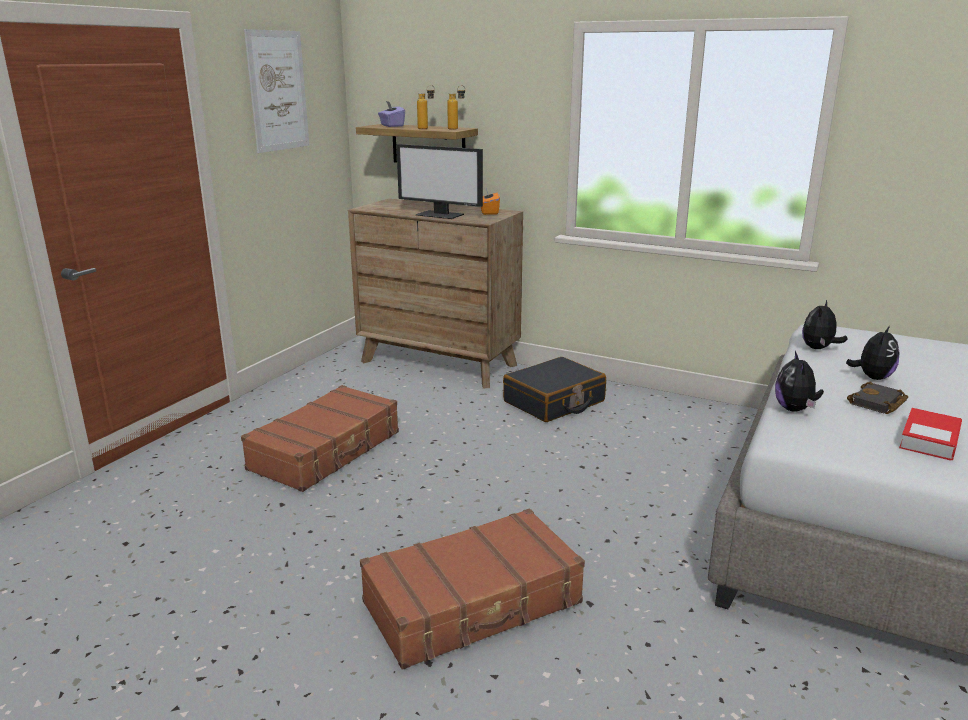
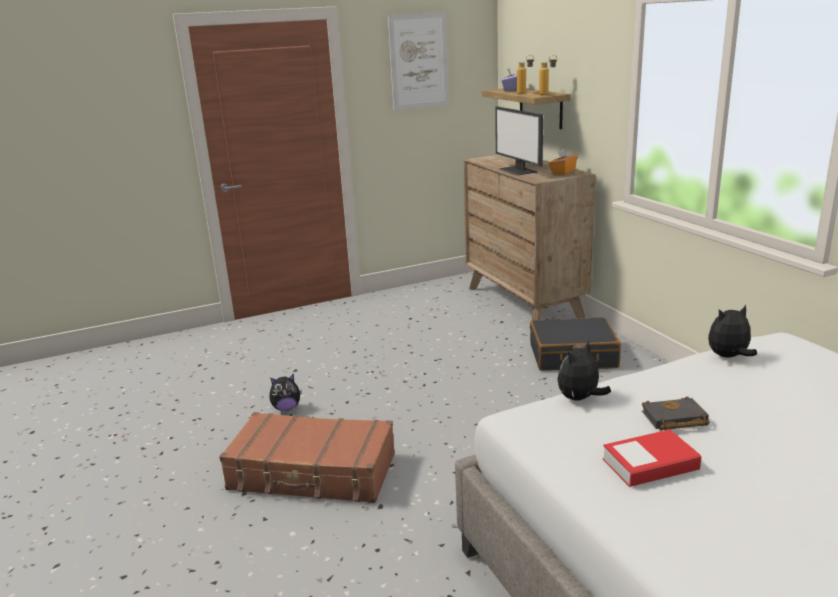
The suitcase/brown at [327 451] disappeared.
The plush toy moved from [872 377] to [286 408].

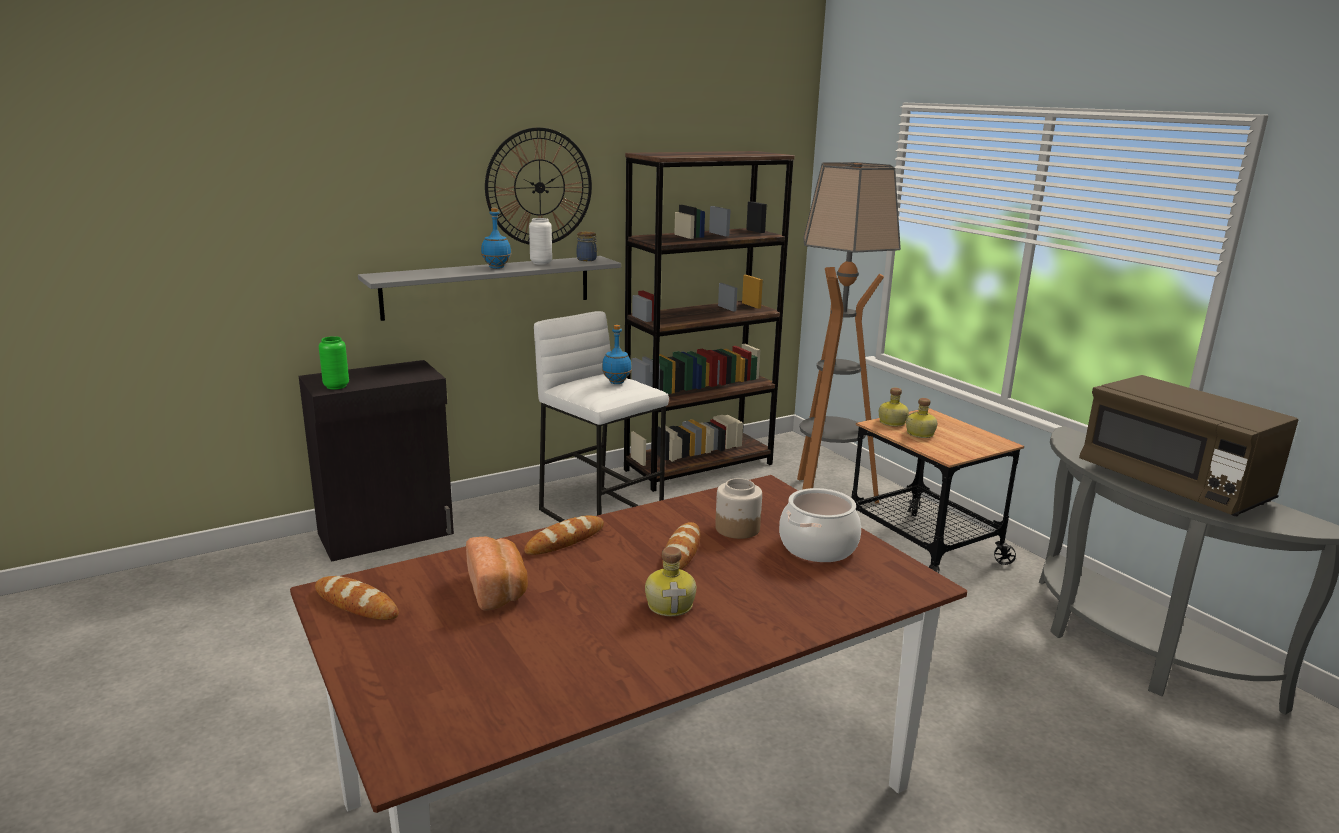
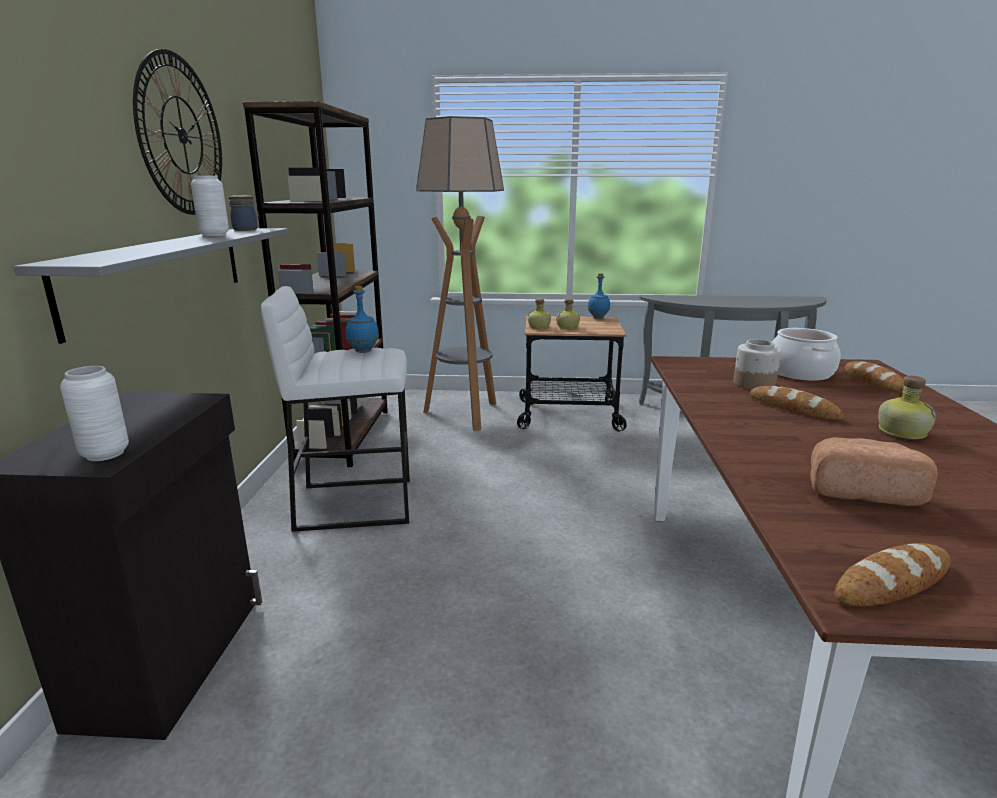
The microwave/brown at [1172 485] disappeared.
The bottle/blue moved from [497 267] to [598 317].
The bread moved from [565 540] to [874 381].
The vase/green at [336 386] became the vase/white at [105 454].

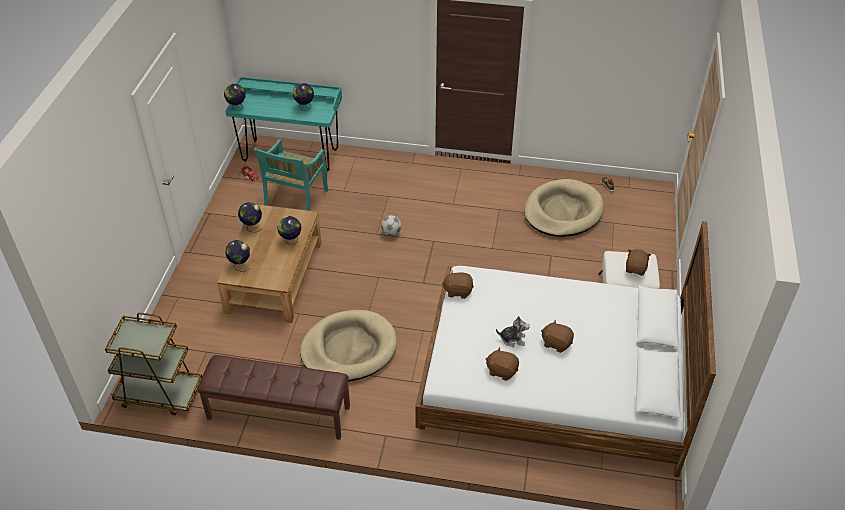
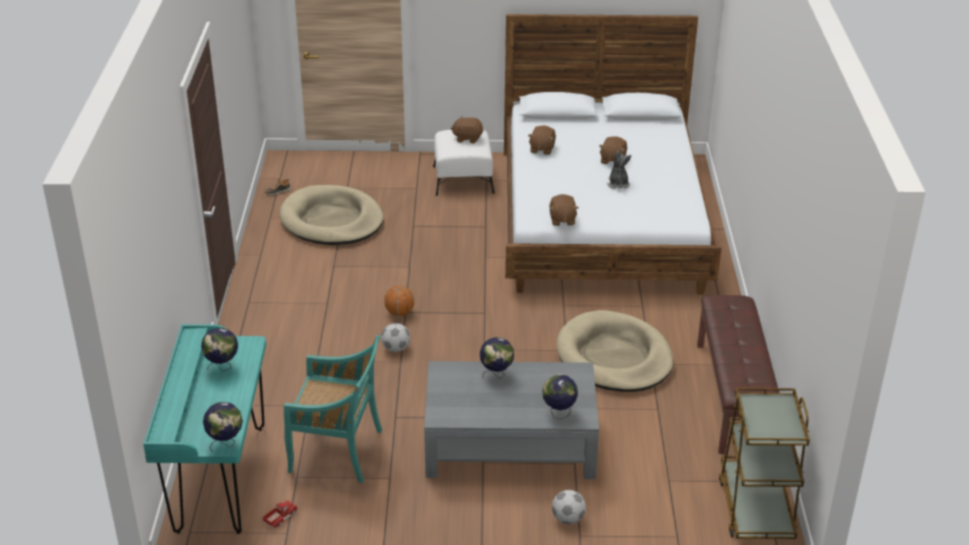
The globe at [252 227] disappeared.
The basketball at [399 313] appeared.
The football at [567 519] appeared.
The plush toy/brown moved from [502 370] to [541 149].
The coffee table/brown at [274 277] became the coffee table/grey at [510 443].

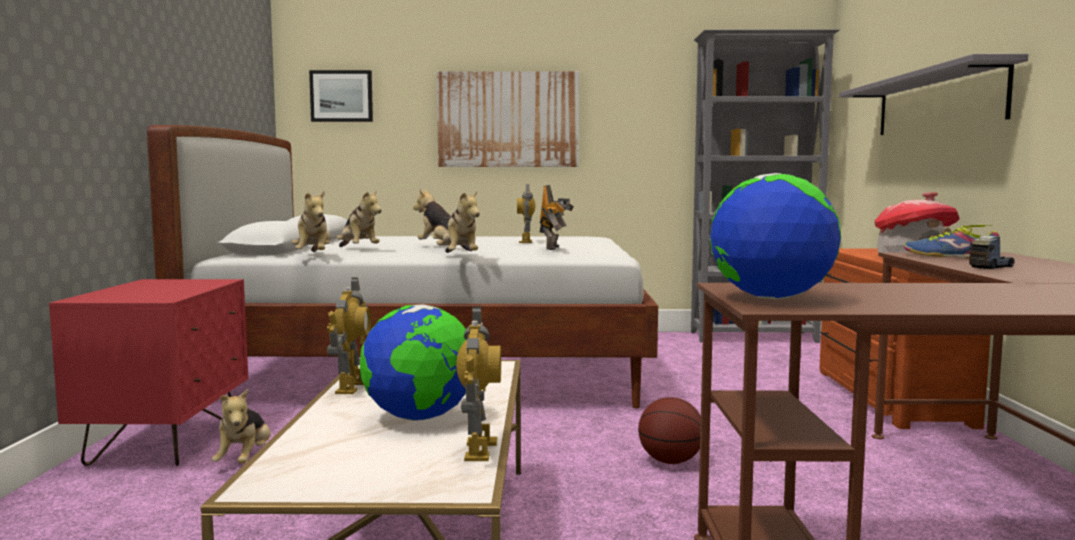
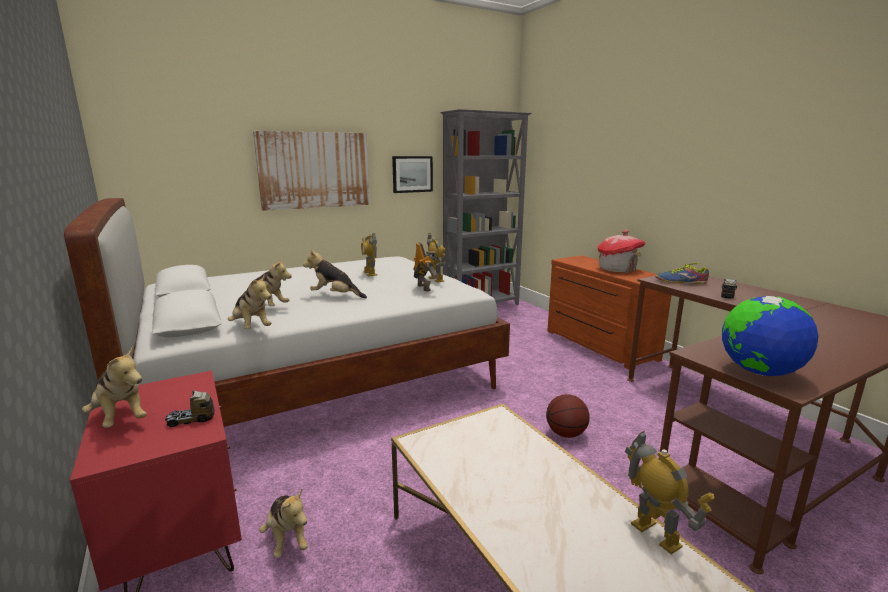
The globe at [419 418] disappeared.
The shelf/grey at [937 102] disappeared.
The toy truck at [191 420] appeared.
The picture moved from [341 96] to [412 174].
The toy robot moved from [351 387] to [436 279].
The plush toy moved from [459 257] to [120 418].

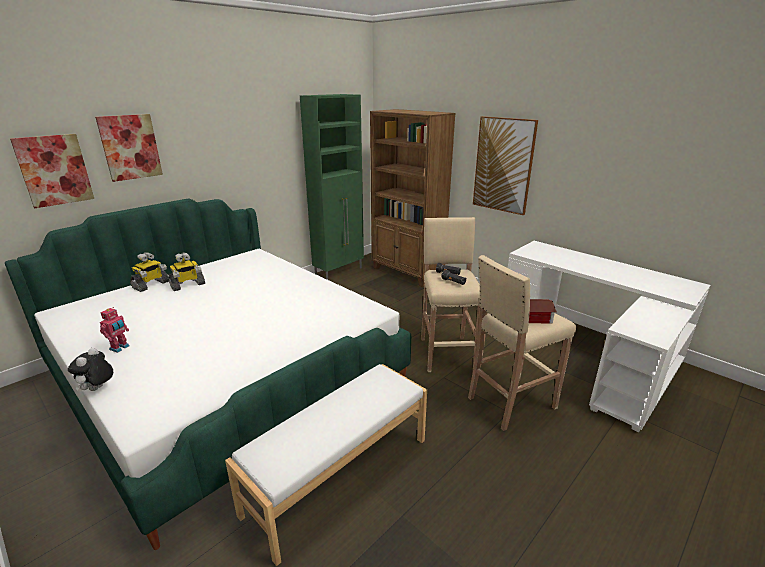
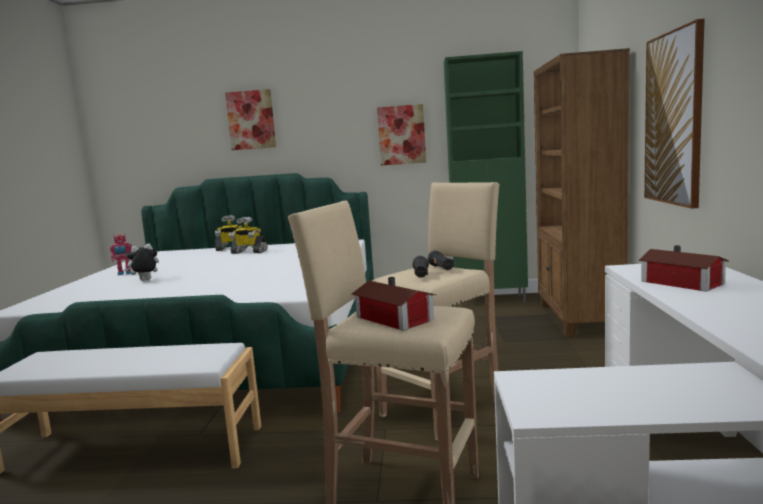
The toy house at [683 283] appeared.
The picture moved from [54 170] to [401 135].
The plush toy moved from [98 389] to [145 280].

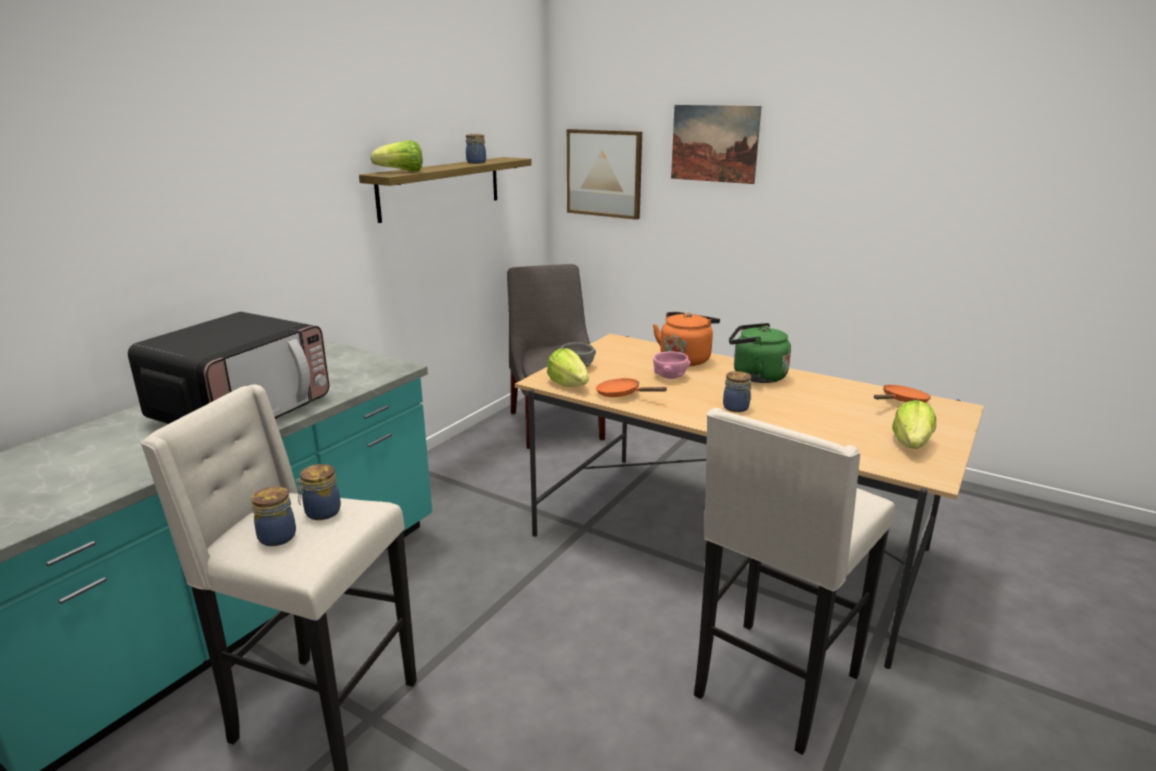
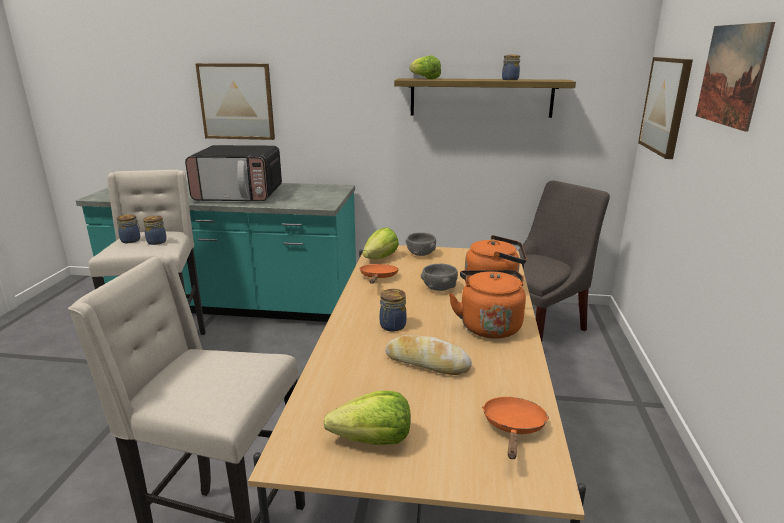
The picture at [237 101] appeared.
The bread at [427 362] appeared.
The bowl/pink at [670 376] became the bowl/grey at [439 288].
The kettle/green at [755 376] became the kettle/orange at [489 325].
The frying pan/orange at [901 401] turned 105 degrees counterclockwise.

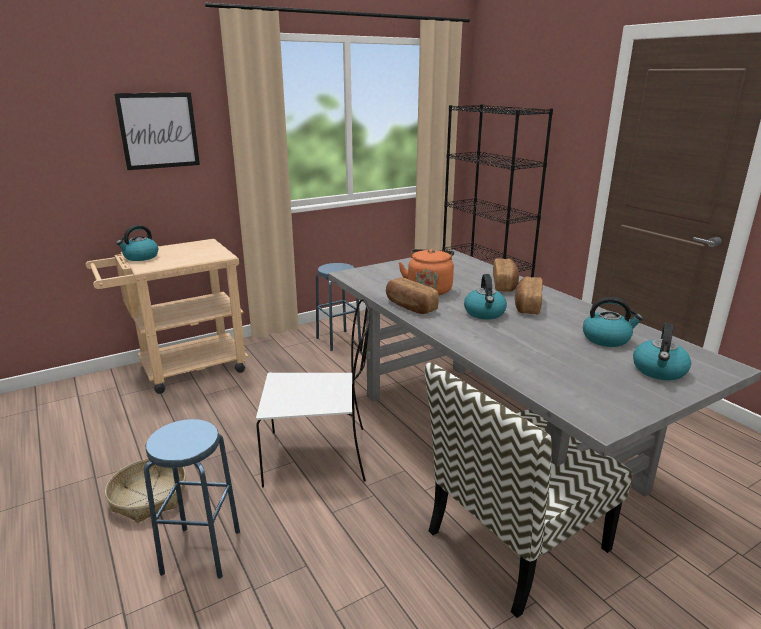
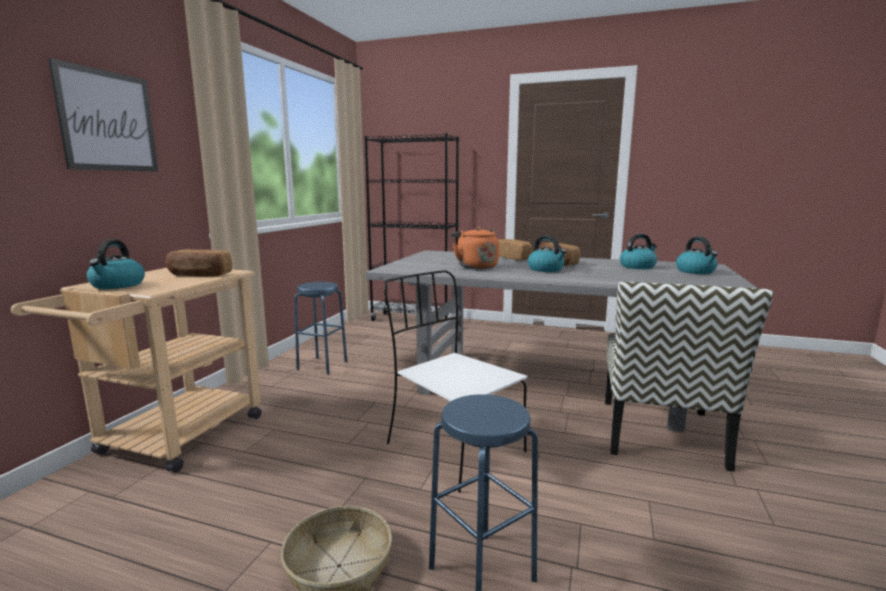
The bread moved from [410 306] to [199 275].
The chair/white at [319 456] turned 90 degrees counterclockwise.

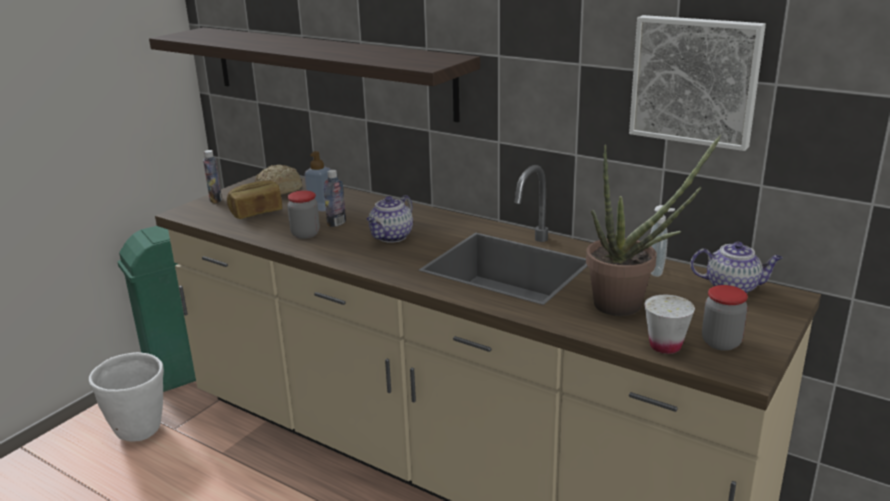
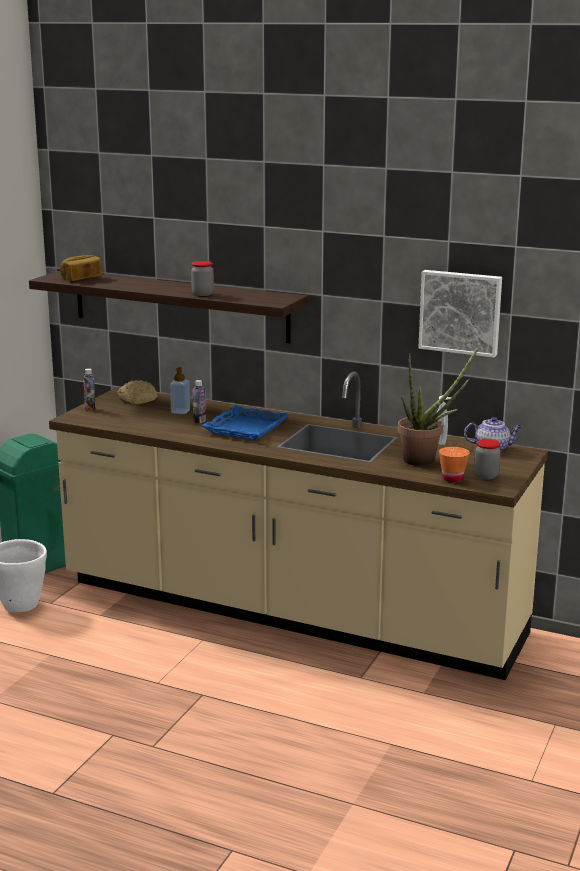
The bread moved from [256 212] to [81 278].
The jar moved from [305 234] to [202 294].
The teapot at [391 237] was replaced by the tray/blue at [246 428].
The cup/white at [665 346] became the cup/orange at [452 479].

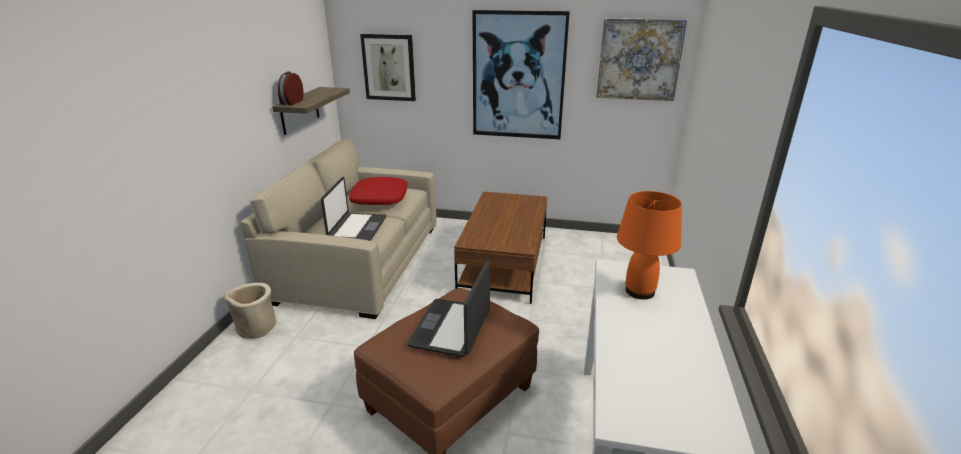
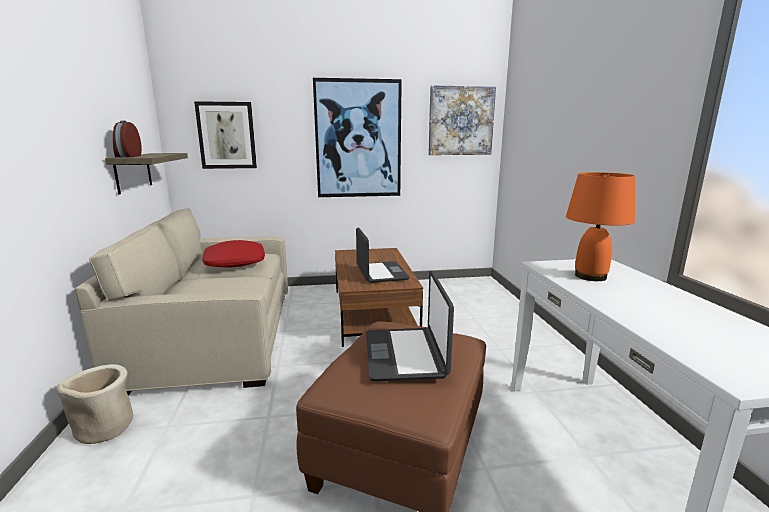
The laptop moved from [357 228] to [381 273].

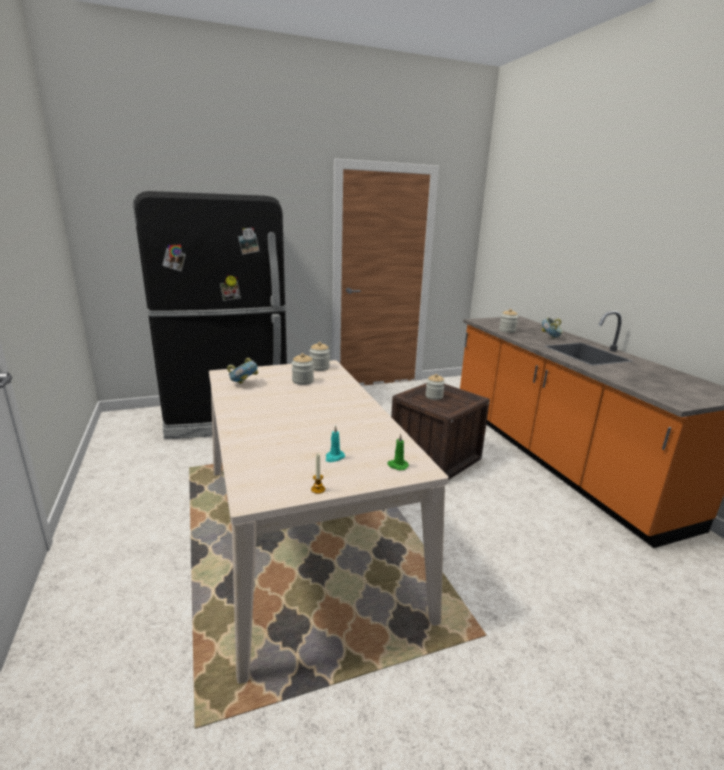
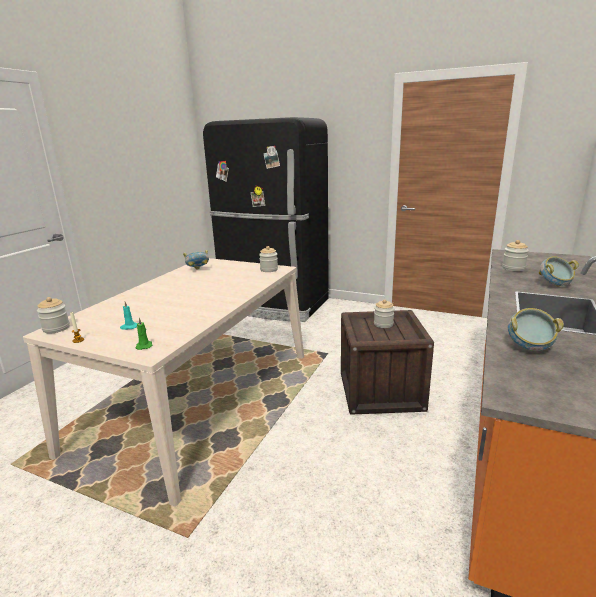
The bowl at [528 348] appeared.
The jar moved from [303 381] to [56 328].

